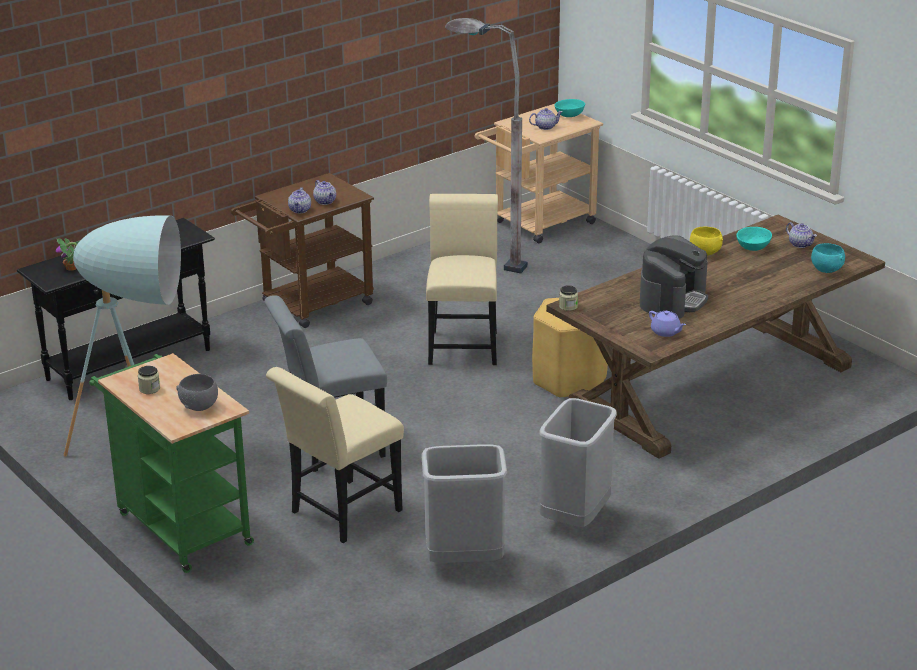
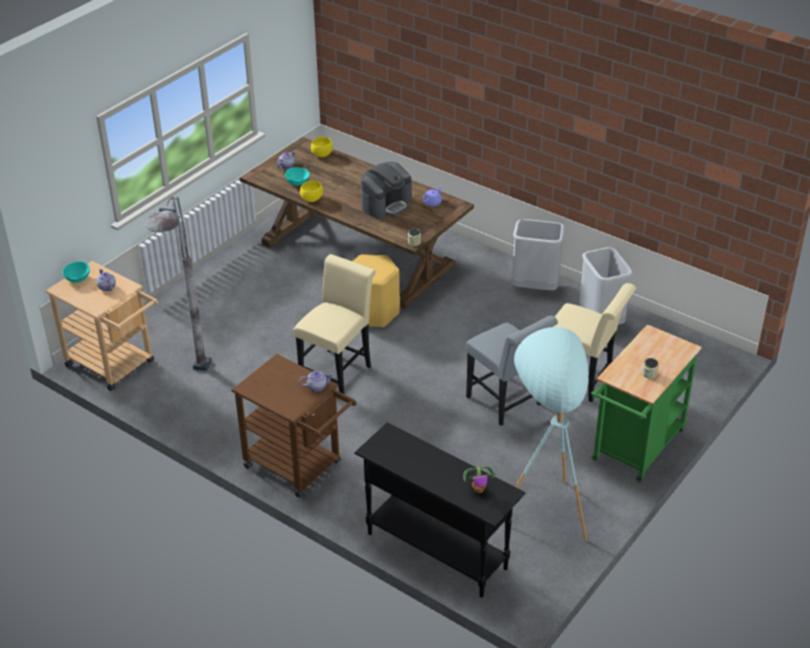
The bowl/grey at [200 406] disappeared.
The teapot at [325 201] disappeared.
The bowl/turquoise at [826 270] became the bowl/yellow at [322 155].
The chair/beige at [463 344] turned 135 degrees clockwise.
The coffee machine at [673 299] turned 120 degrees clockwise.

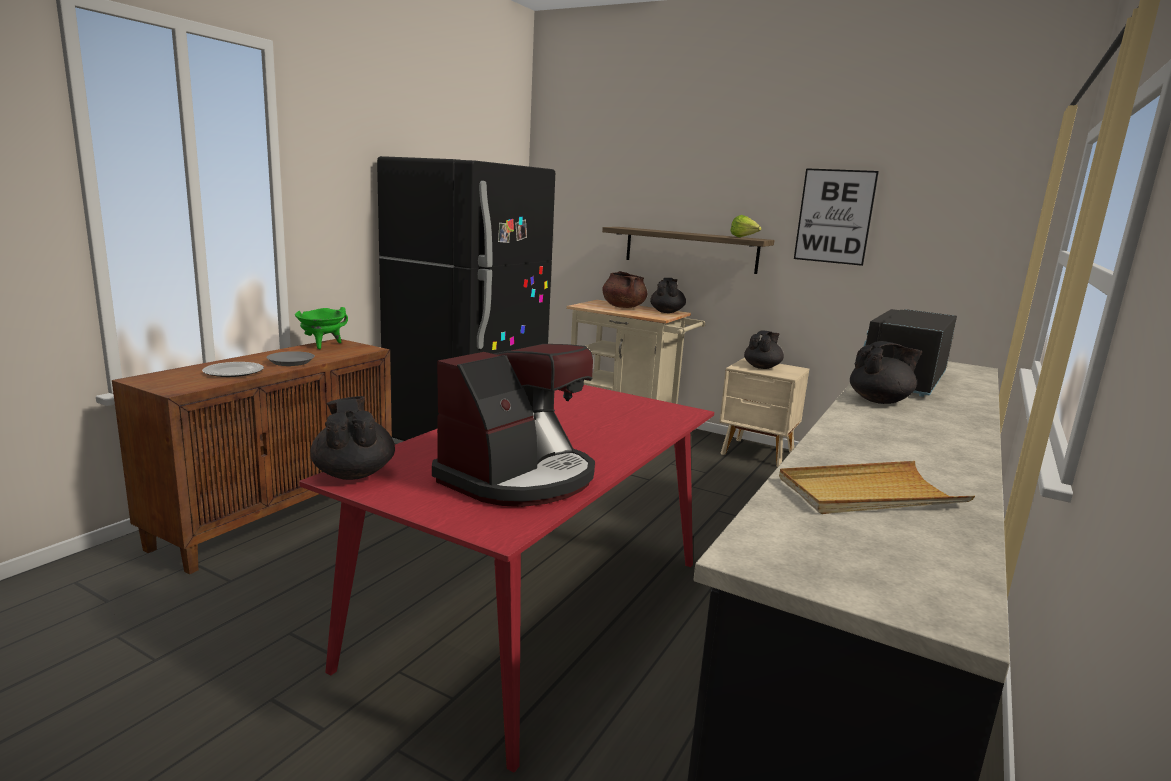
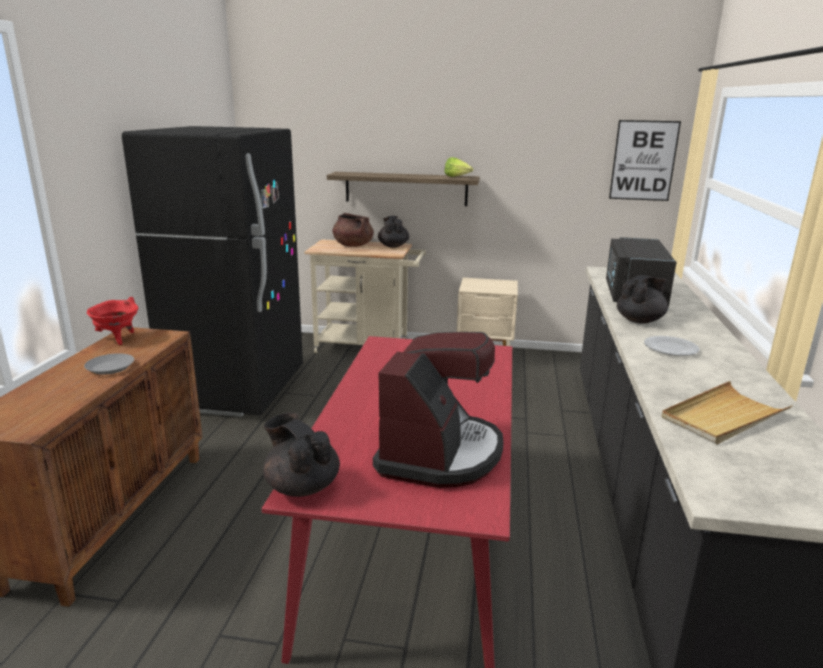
The teapot/black at [762 367] disappeared.
The plate moved from [234 372] to [670 348].
The picture moved from [834 216] to [643 160].
The cooking pot/green at [322 345] became the cooking pot/red at [117 339].

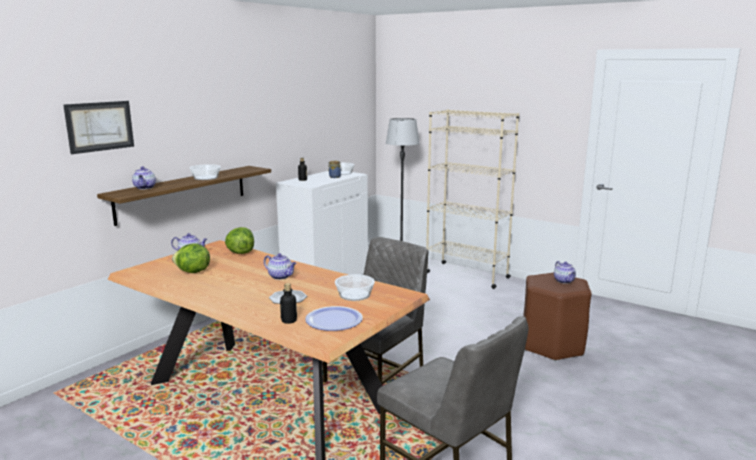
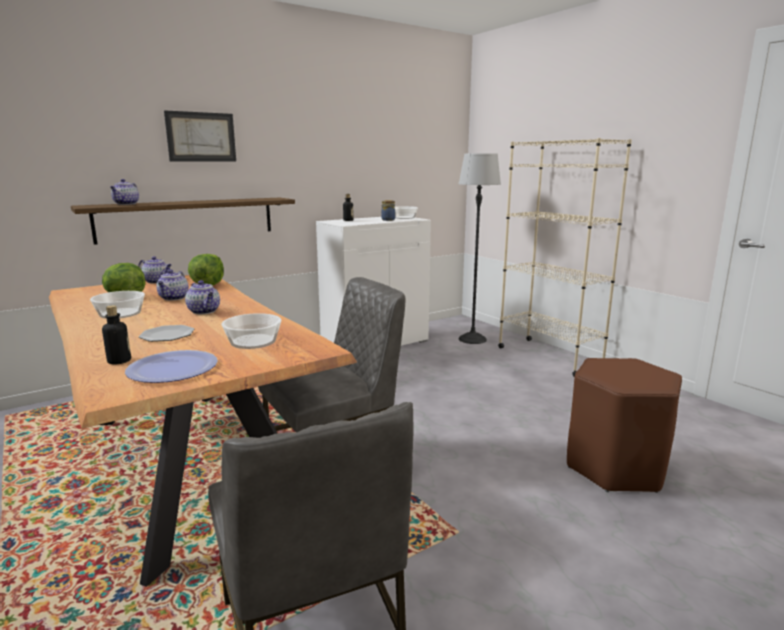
The picture moved from [100 126] to [201 137].
The bowl moved from [205 177] to [120 313].
The teapot moved from [564 281] to [174 298].

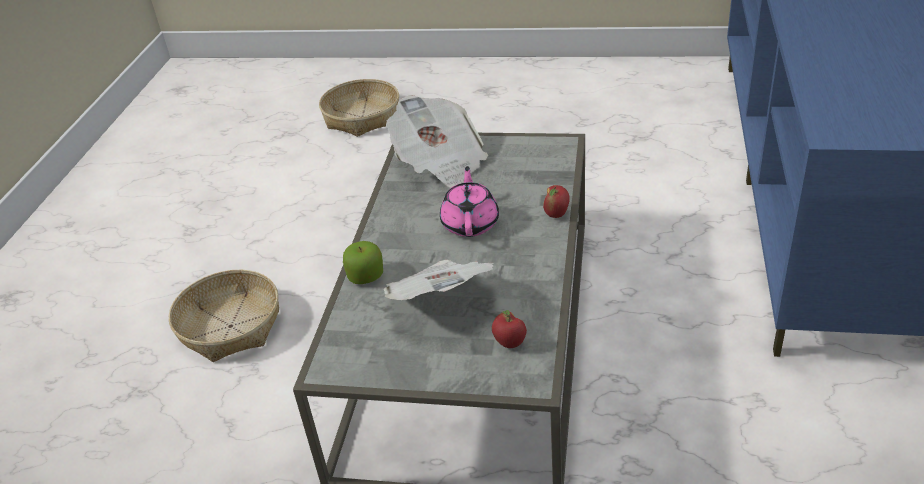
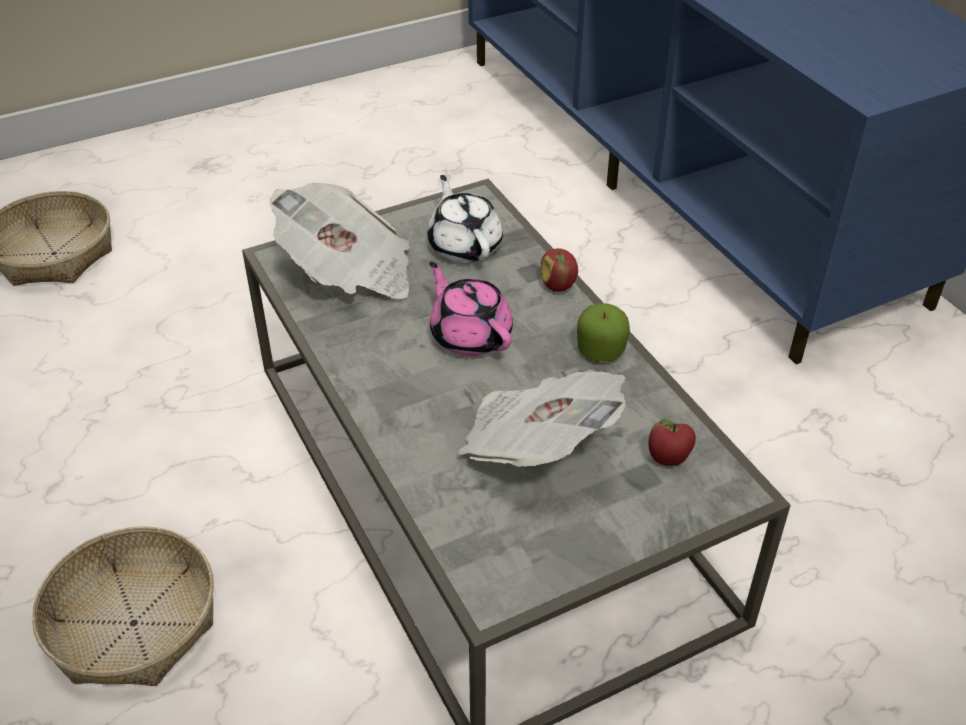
The teapot/white at [464 245] appeared.
The apple moved from [365 276] to [601 350].

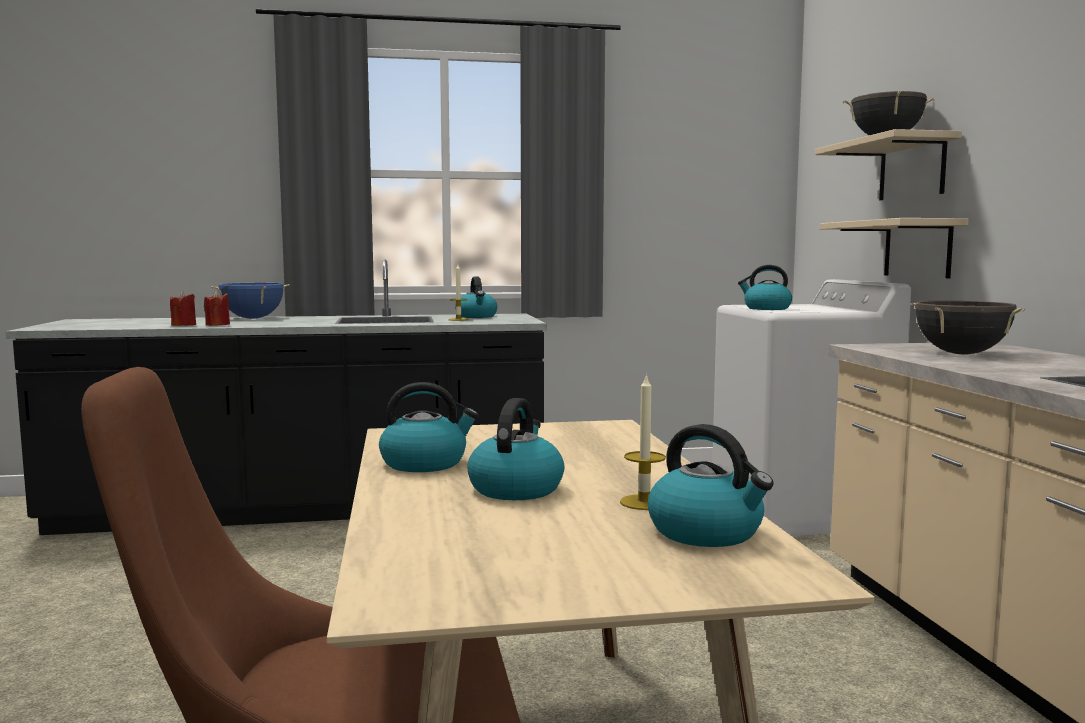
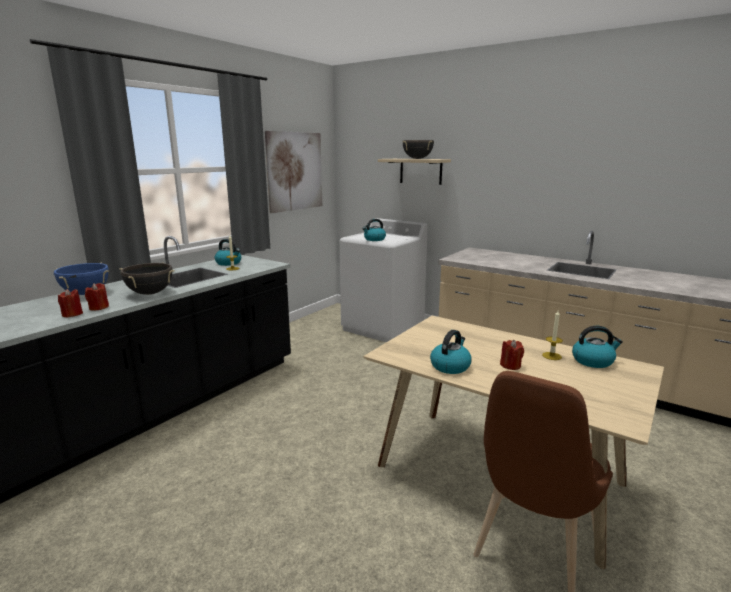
The shelf/beige at [917 249] disappeared.
The picture at [295 171] appeared.
The cooking pot/black moved from [961 354] to [150 293].
The kettle at [516 488] was replaced by the candle/red at [510 365].

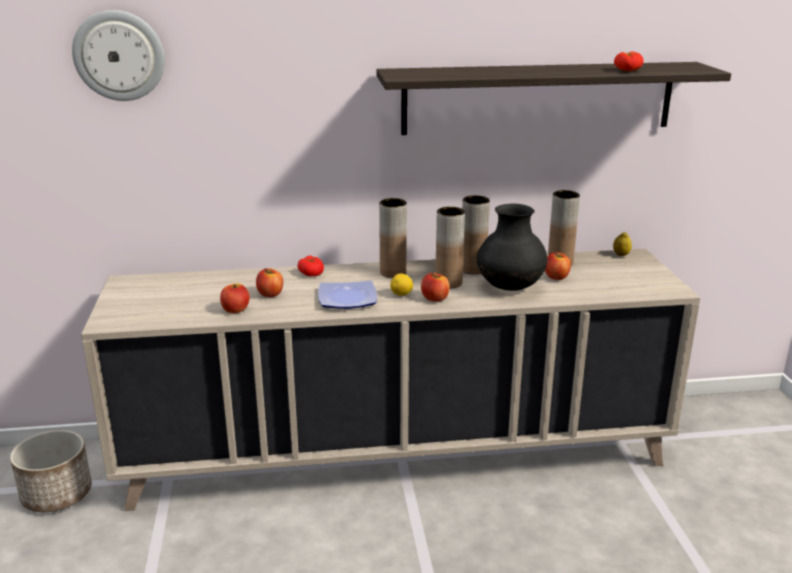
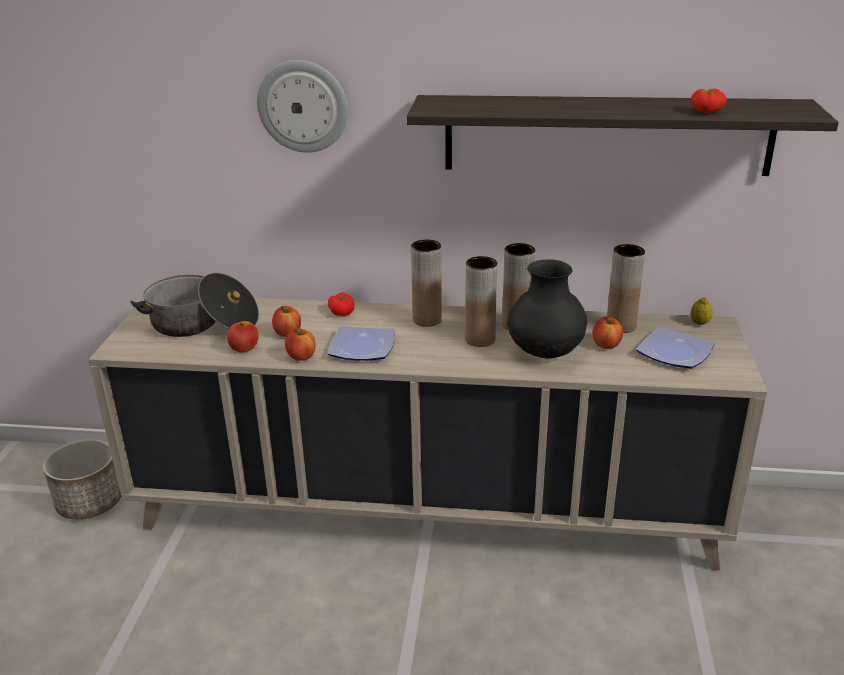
The lemon at [401 295] disappeared.
The cooking pot at [202 324] appeared.
The plate at [675 353] appeared.
The wall clock moved from [119 56] to [303 106].
The apple moved from [435 298] to [301 356].

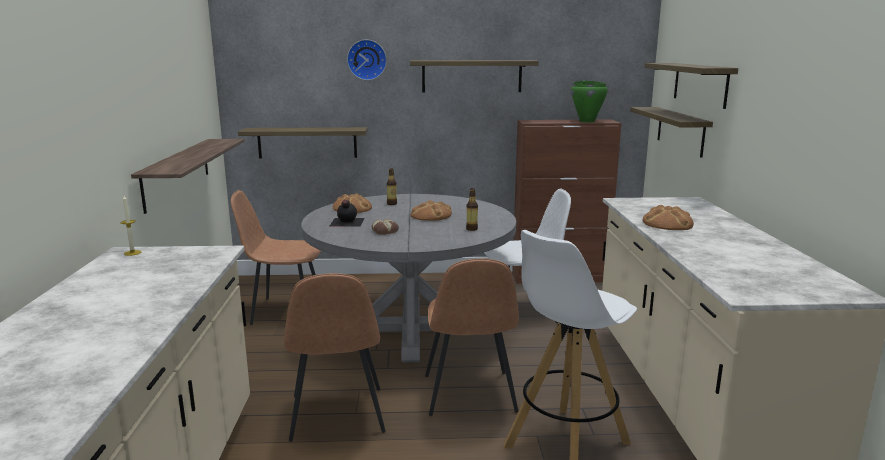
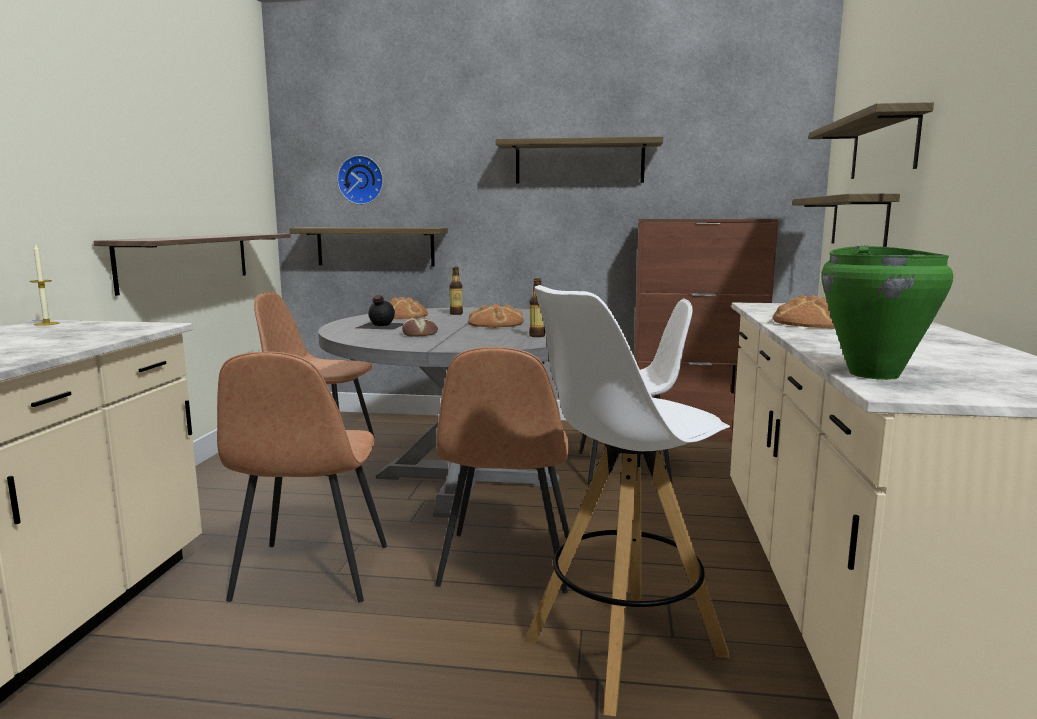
The wall clock moved from [367 59] to [361 180].
The cooking pot/green moved from [587 121] to [874 374].

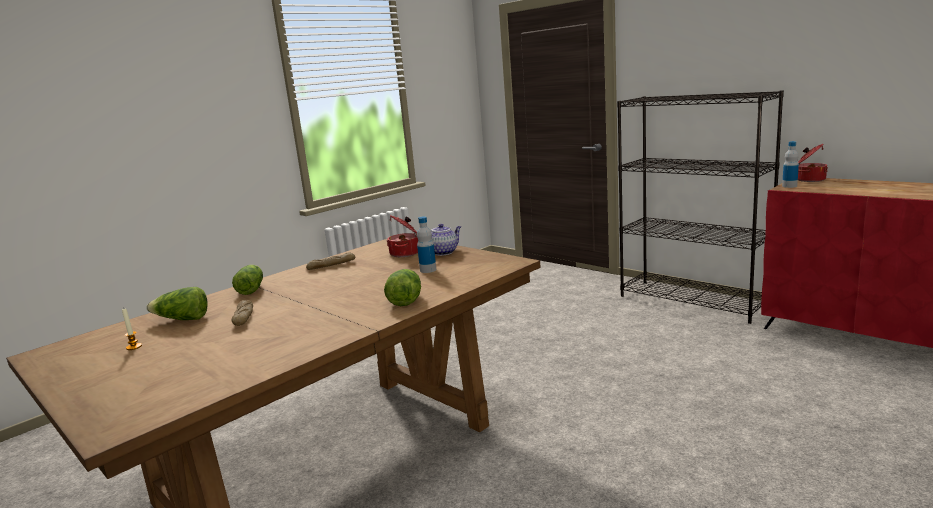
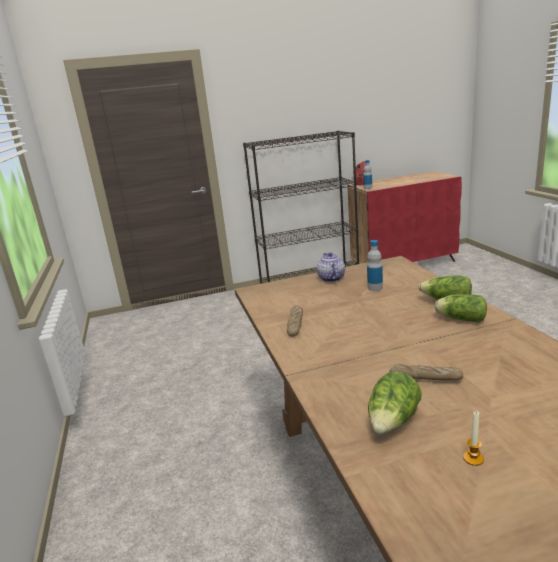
The cooking pot at [405 253] disappeared.
The lettuce moved from [252 289] to [459 319].

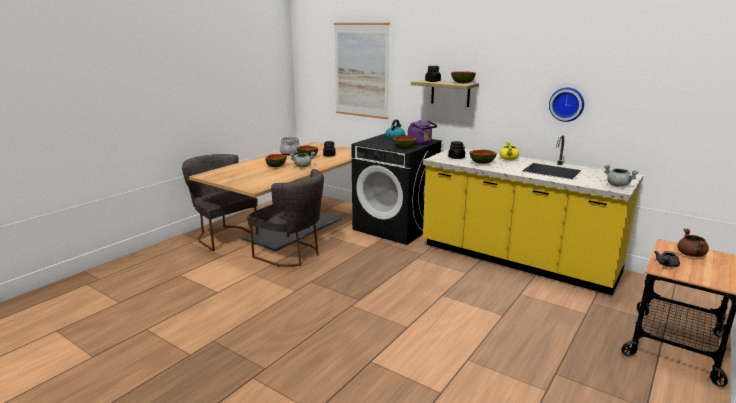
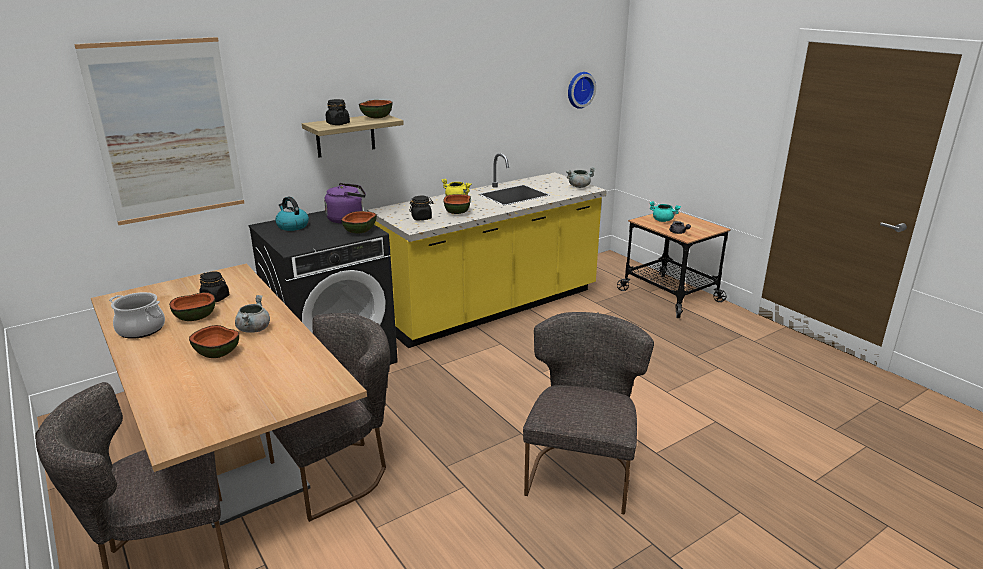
The chair/grey at [581 470] appeared.
The wall clock moved from [567 104] to [579 89].
The cooking pot/brown at [691 255] became the cooking pot/turquoise at [663 220].

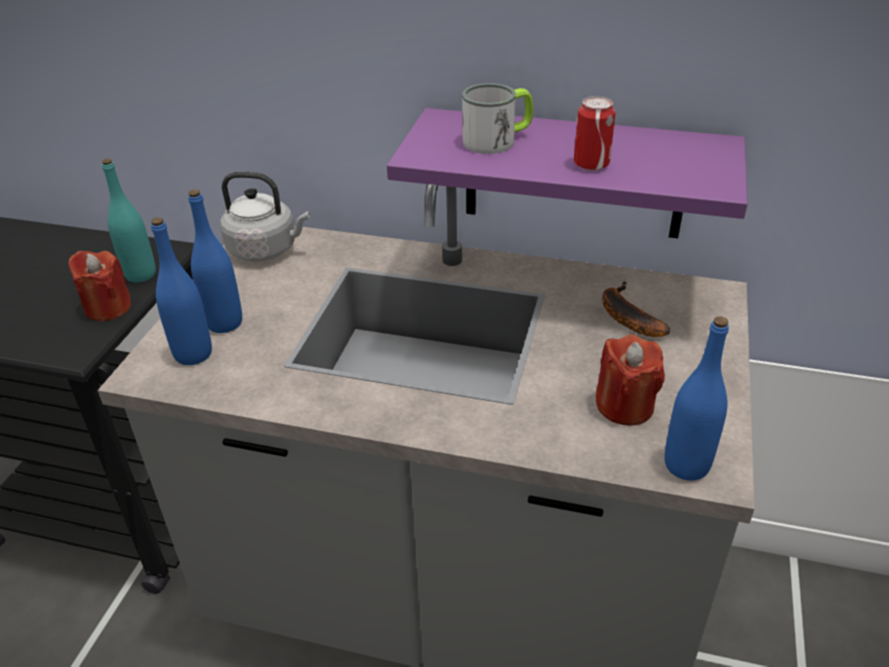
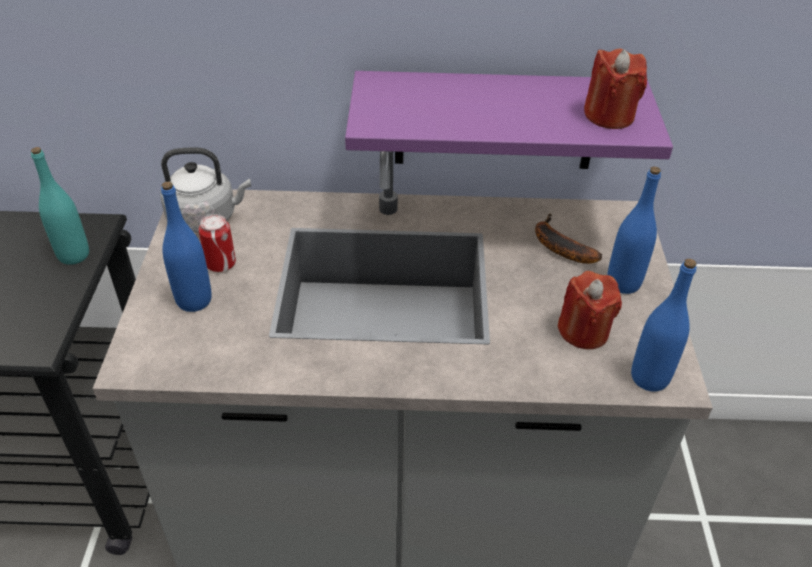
The mug at [497 140] disappeared.
The candle/red moved from [108 308] to [609 116].
The bottle/blue moved from [193 354] to [623 283].
The can moved from [591 164] to [221 264].

